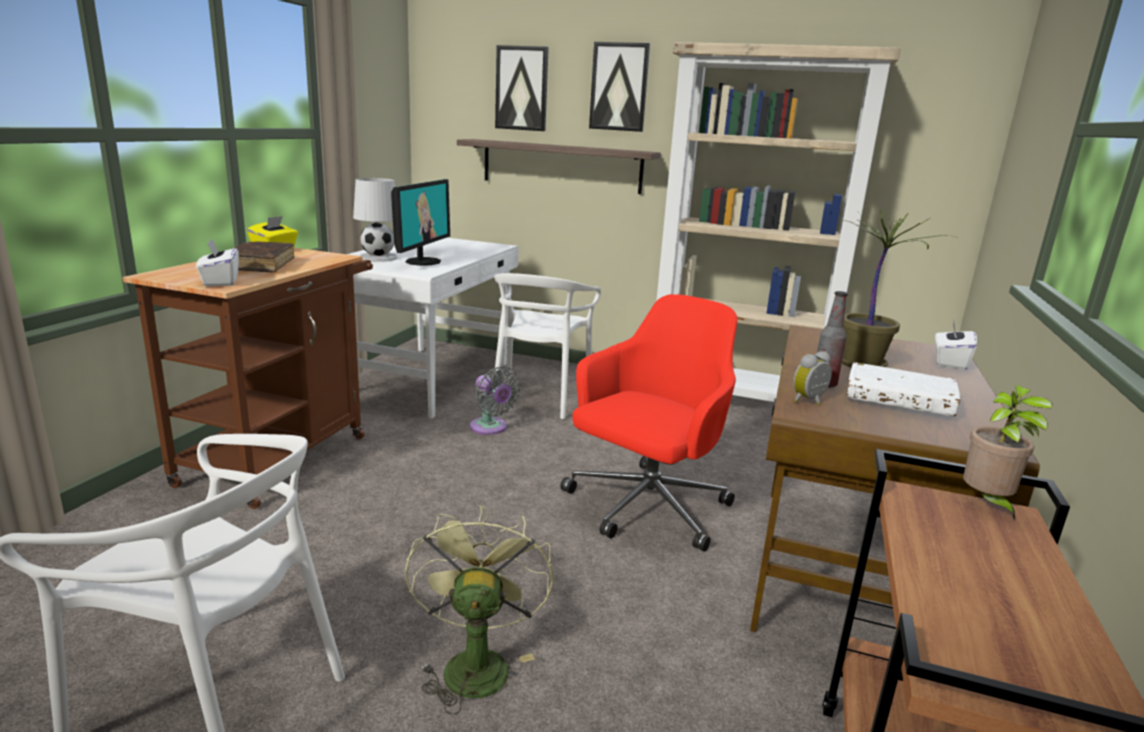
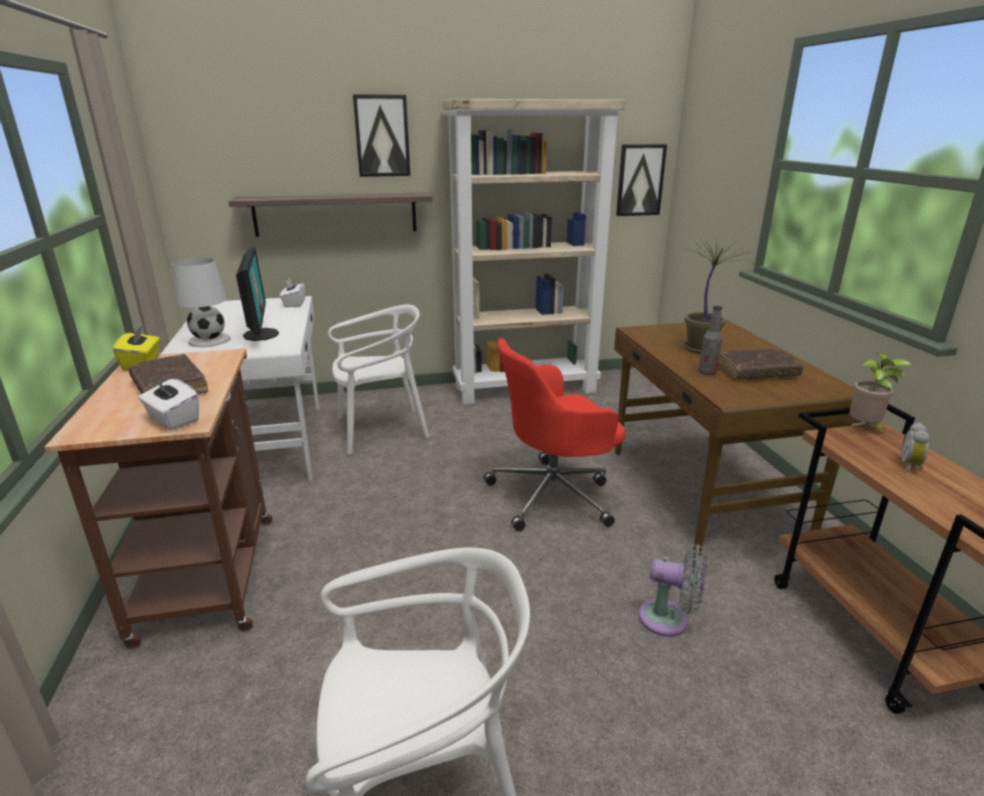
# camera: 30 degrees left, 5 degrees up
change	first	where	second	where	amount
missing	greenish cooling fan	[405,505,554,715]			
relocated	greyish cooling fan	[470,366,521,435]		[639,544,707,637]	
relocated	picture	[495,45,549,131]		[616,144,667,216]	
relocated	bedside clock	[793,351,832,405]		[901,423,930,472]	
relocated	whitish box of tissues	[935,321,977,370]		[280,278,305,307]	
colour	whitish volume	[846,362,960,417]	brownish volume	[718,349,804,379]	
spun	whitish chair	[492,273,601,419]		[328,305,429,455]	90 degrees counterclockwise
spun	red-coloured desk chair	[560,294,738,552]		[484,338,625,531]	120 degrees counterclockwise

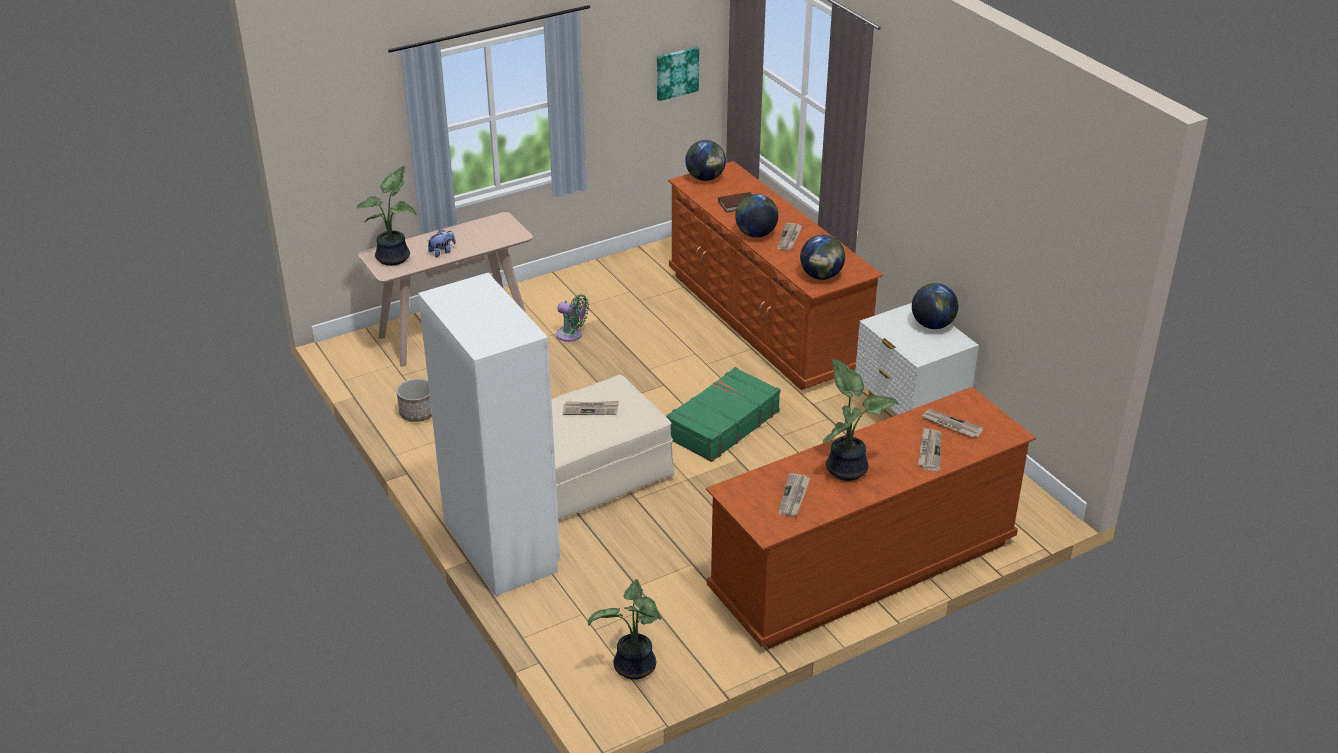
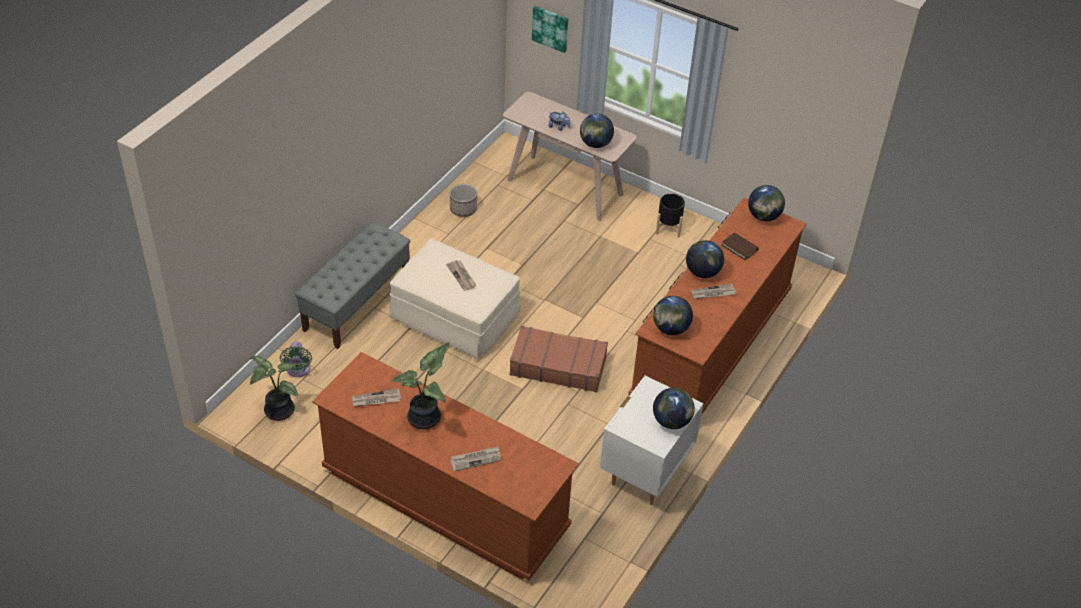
# camera: 60 degrees right, 10 degrees up
change	first	where	second	where	amount
missing	houseplant	[356,166,416,266]			
missing	printed paper	[922,409,984,438]			
appeared			world globe	[580,114,614,148]	
appeared			blackish flower pot	[656,193,685,237]	
relocated	greenish cooling fan	[556,294,589,342]		[280,341,312,377]	
relocated	picture	[657,47,699,101]		[532,6,568,53]	
exchanged	whitish clothes cupboard	[418,273,560,596]	greyish indoor bench	[295,222,410,349]	
colour	greenish piece of luggage	[666,367,781,462]	brownish piece of luggage	[510,326,608,392]	

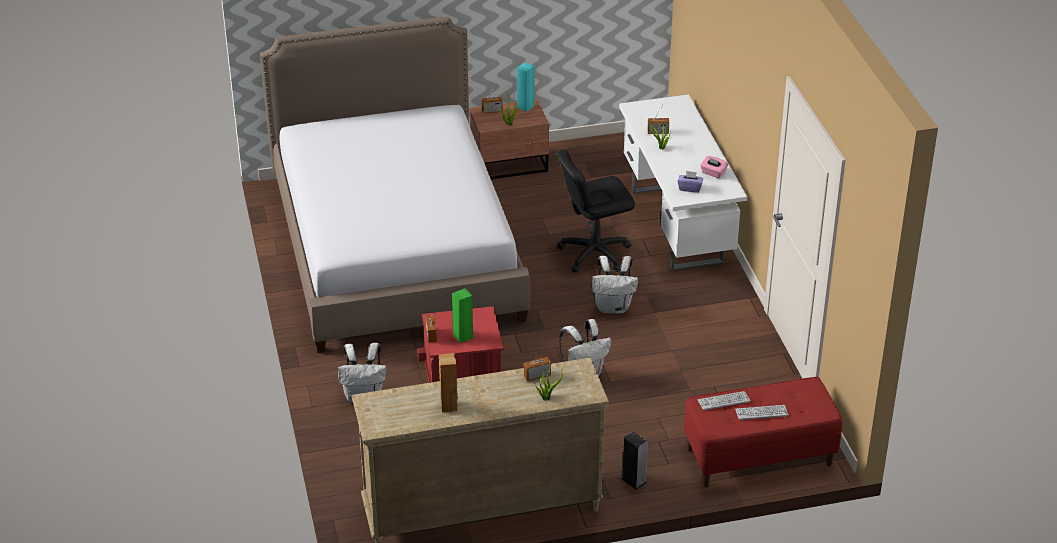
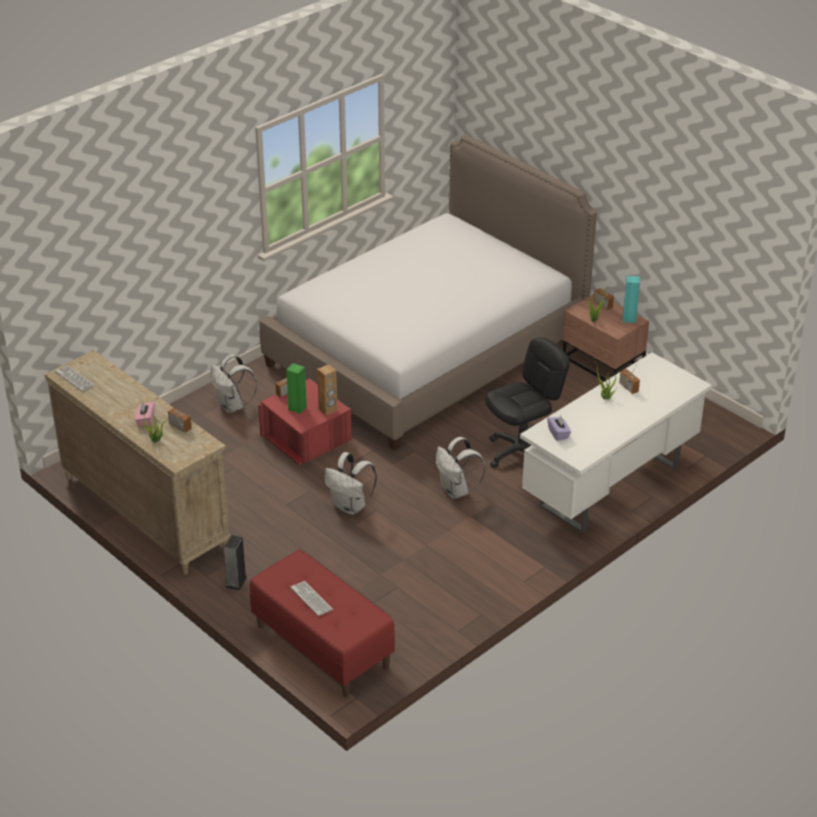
# camera: 60 degrees right, 0 degrees up
change	first	where	second	where	amount
relocated	brownish speaker	[439,353,458,412]		[317,364,337,415]	
relocated	PC keyboard	[697,391,751,410]		[55,366,95,391]	
relocated	pink-coloured box of tissues	[700,156,728,179]		[135,401,155,427]	
spun	blackish desk chair	[557,150,635,273]		[486,337,570,468]	105 degrees clockwise

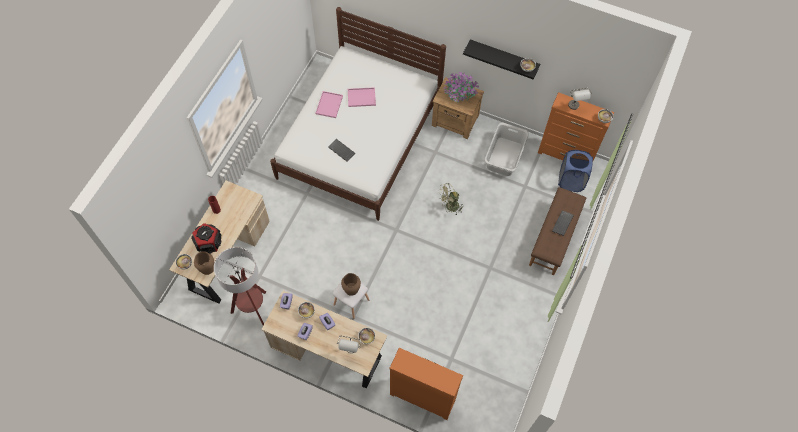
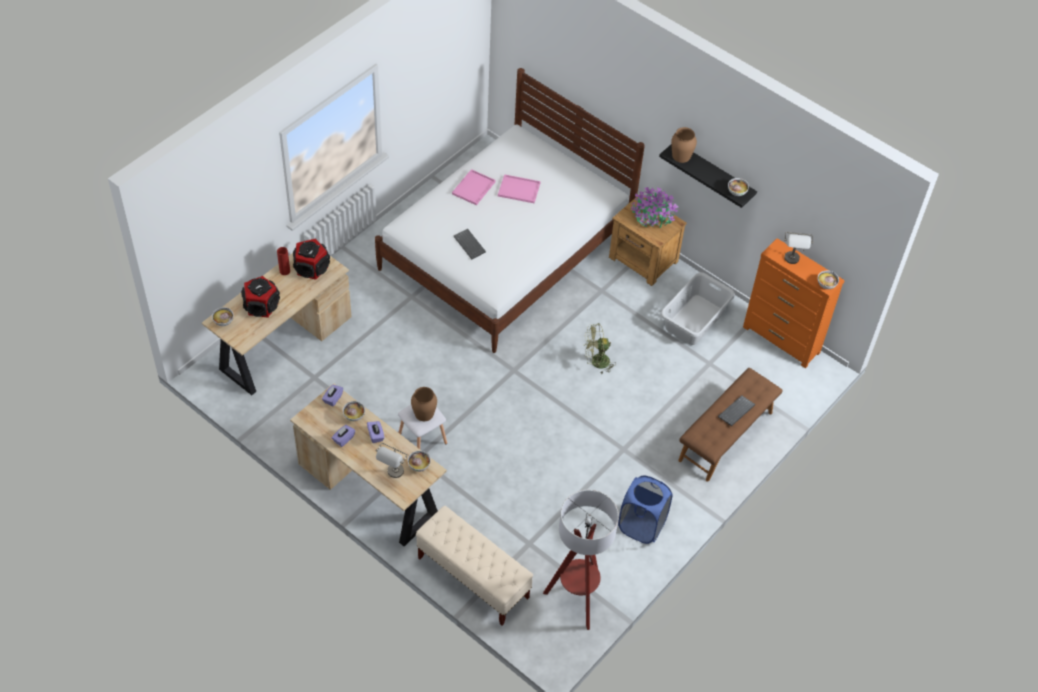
# camera: 15 degrees right, 10 degrees down
change	first	where	second	where	amount
appeared			speaker	[293,238,330,280]	
relocated	brownish flower vase	[194,251,214,275]		[671,127,697,163]	
relocated	floor lamp	[214,247,266,325]		[543,490,619,630]	
relocated	bluish laundry basket	[558,150,593,192]		[618,476,673,544]	
exchanged	orangey dresser	[389,348,463,420]	beige-coloured indoor bench	[416,506,533,625]	

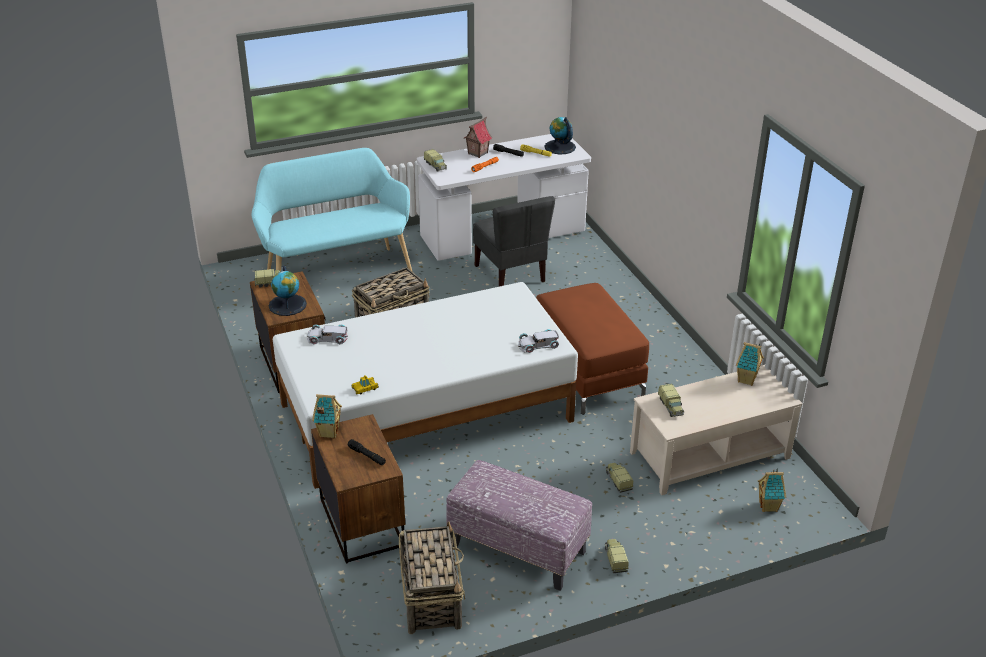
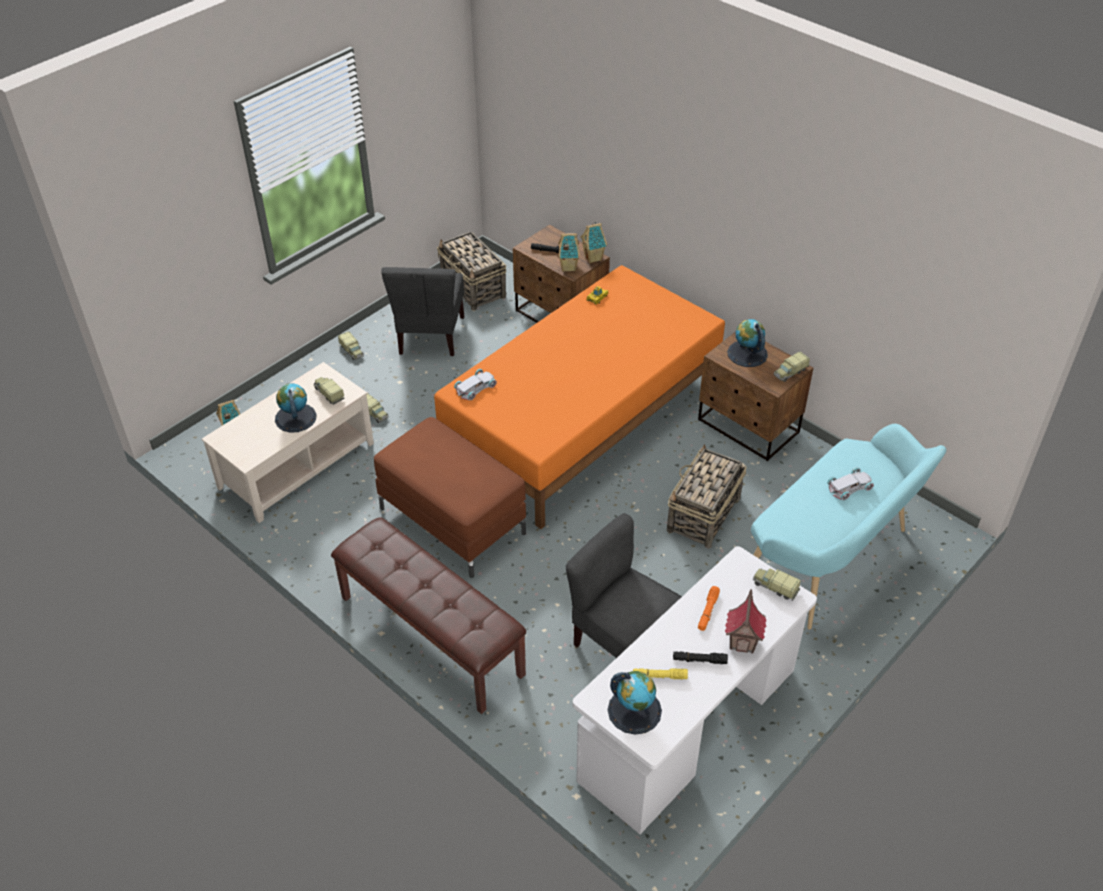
# camera: 155 degrees right, 10 degrees up
change	first	where	second	where	amount
appeared			world globe	[275,383,317,433]	
appeared			brownish indoor bench	[331,517,526,714]	
relocated	whitish miniature car	[307,324,348,344]		[827,467,874,500]	
relocated	toy house	[736,342,764,386]		[558,233,580,272]	
exchanged	footrest	[446,460,592,591]	greyish chair	[381,267,464,356]	
colour	whitish bed	[273,282,578,489]	orangey bed	[434,265,725,529]	

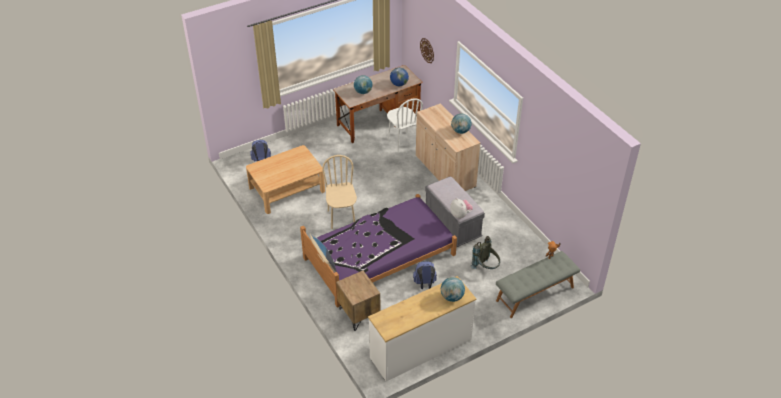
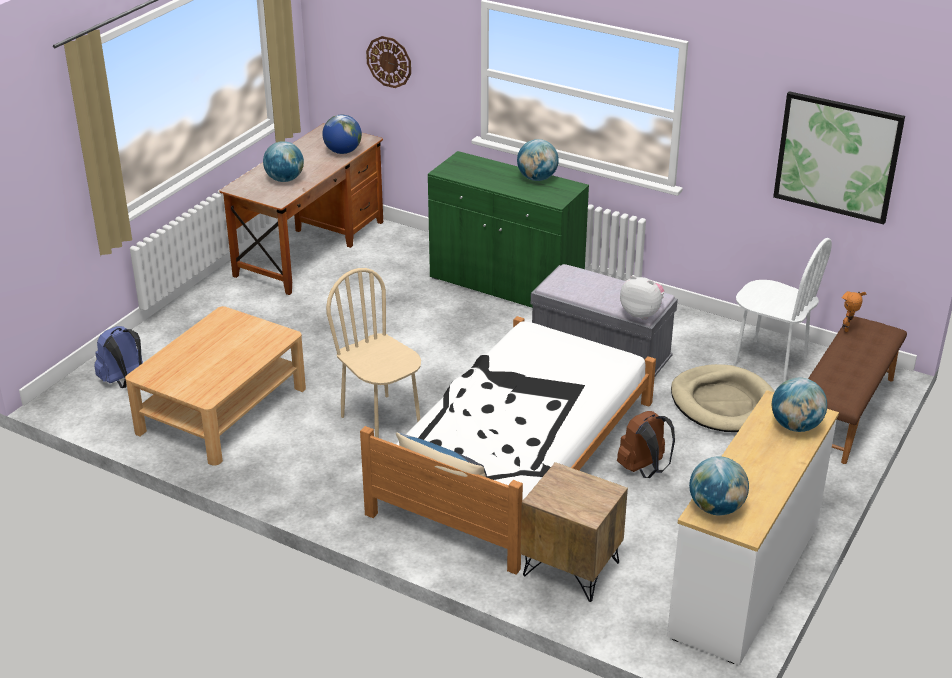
# camera: 30 degrees left, 10 degrees down
change	first	where	second	where	amount
appeared			world globe	[689,456,749,515]	
appeared			picture	[773,91,905,225]	
relocated	whitish chair	[387,98,423,152]		[734,238,832,382]	
exchanged	greyish rucksack	[471,236,500,269]	beige-coloured pet bed	[671,364,775,432]	
colour	purple bed	[300,194,457,308]	whitish bed	[360,316,656,575]	
colour	bluish rucksack	[413,261,437,289]	brownish rucksack	[617,411,675,478]	
colour	beige-coloured cabinet	[416,103,481,191]	greenish cabinet	[428,151,589,307]	
colour	greyish indoor bench	[496,251,580,318]	brownish indoor bench	[808,316,907,464]	

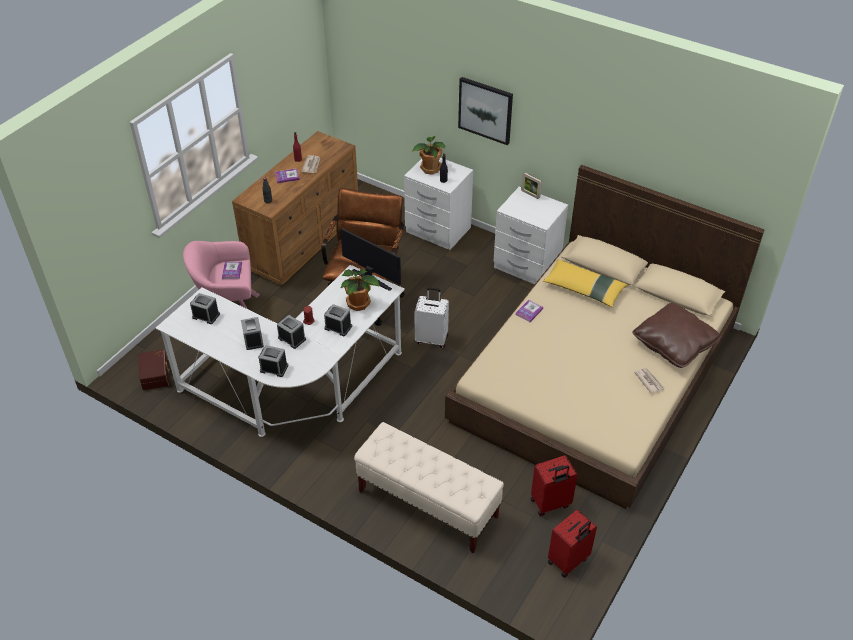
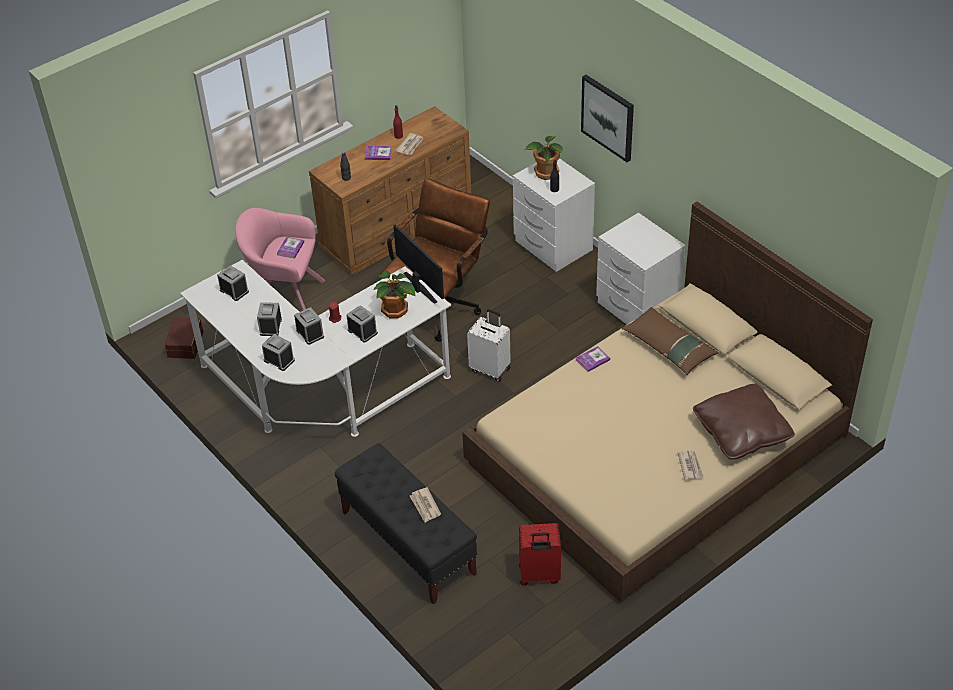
# camera: 20 degrees right, 0 degrees up
change	first	where	second	where	amount
missing	standing frame	[521,173,542,199]			
missing	red-coloured piece of luggage	[548,510,597,578]			
appeared			printed paper	[410,487,441,522]	
colour	beige-coloured indoor bench	[354,422,504,553]	blackish indoor bench	[335,443,477,604]	
colour	yellow cushion	[543,259,628,307]	brownish cushion	[622,307,719,375]	

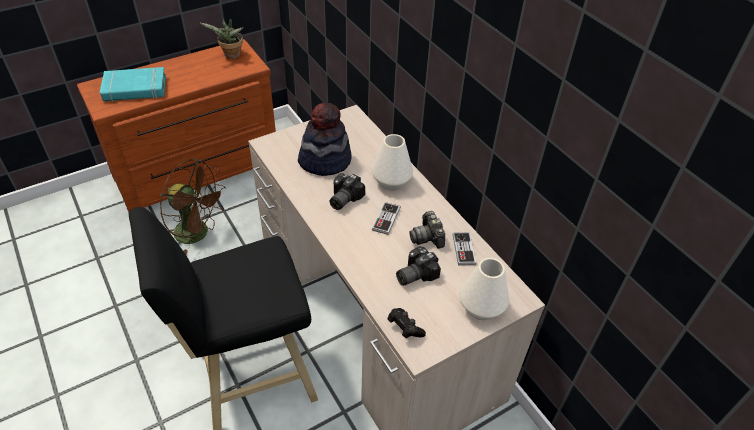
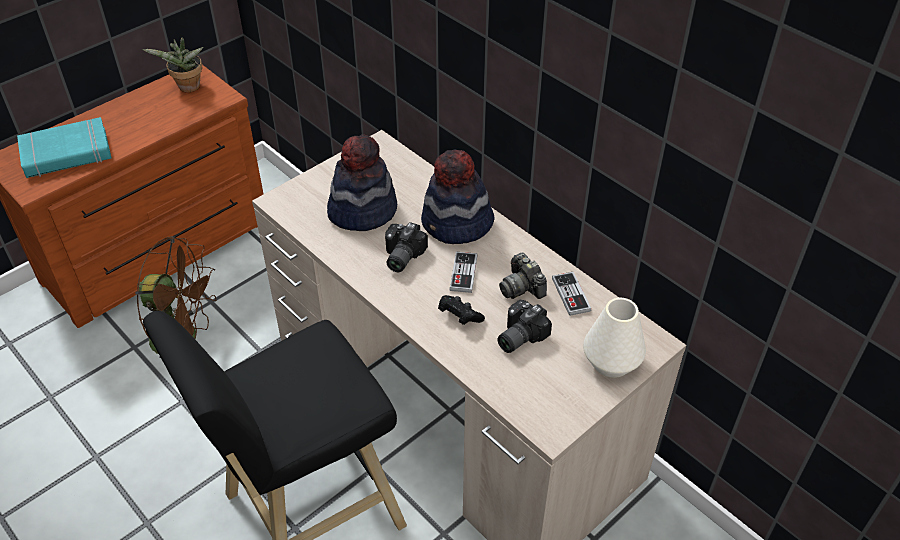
# camera: 10 degrees left, 0 degrees up
change	first	where	second	where	amount
relocated	blackish game controller	[387,308,426,338]		[438,295,485,325]	
exchanged	whitish flower vase	[372,134,413,191]	hat	[421,149,495,244]	

